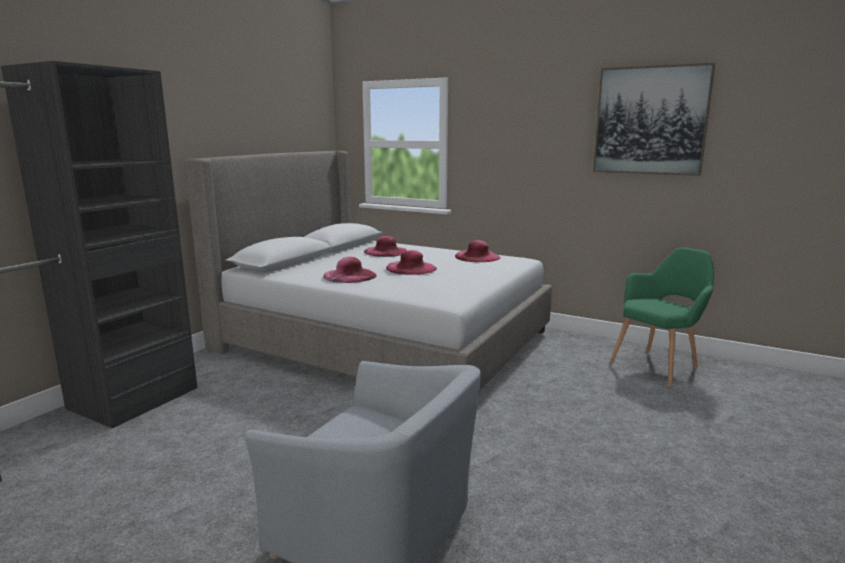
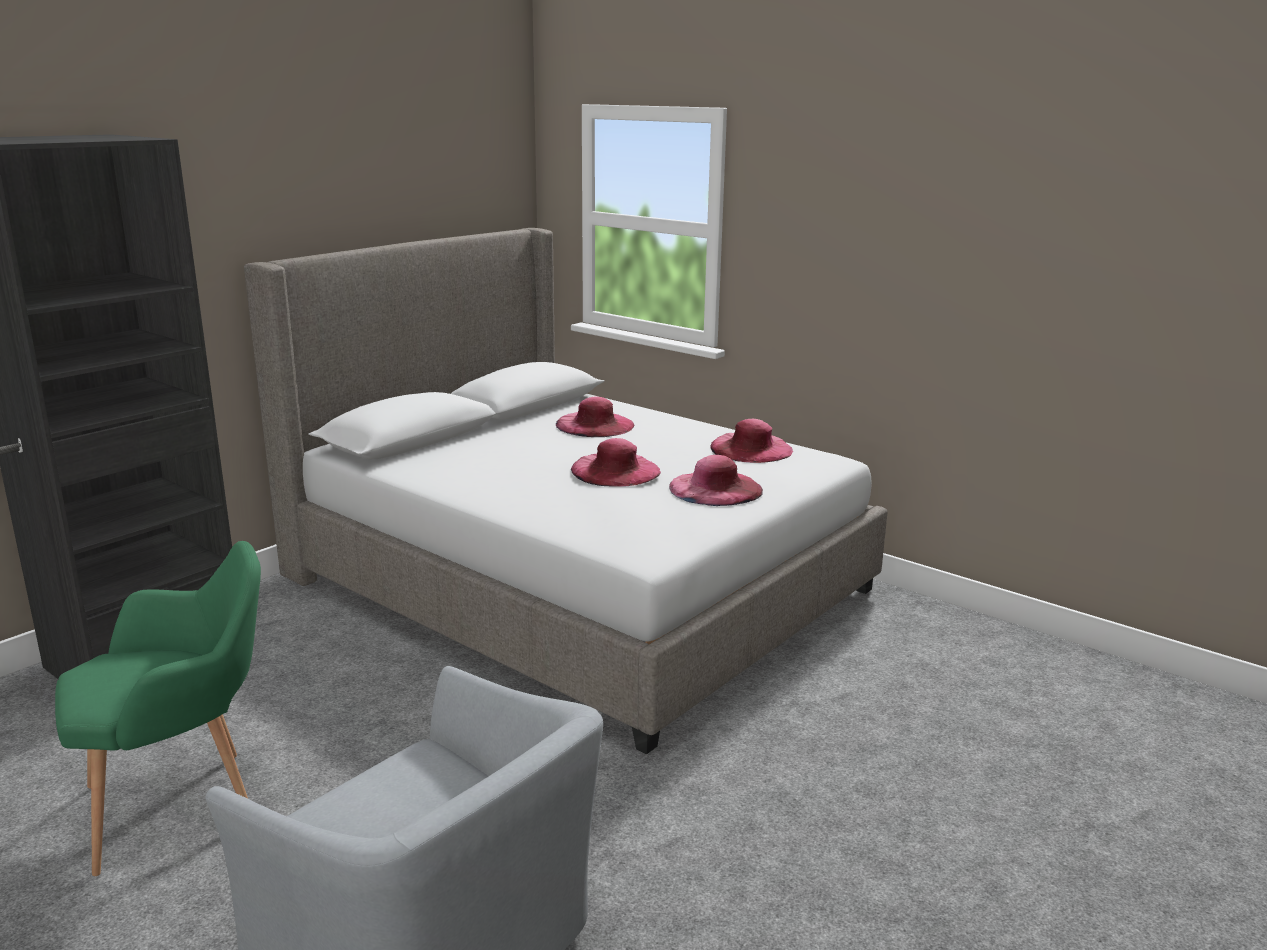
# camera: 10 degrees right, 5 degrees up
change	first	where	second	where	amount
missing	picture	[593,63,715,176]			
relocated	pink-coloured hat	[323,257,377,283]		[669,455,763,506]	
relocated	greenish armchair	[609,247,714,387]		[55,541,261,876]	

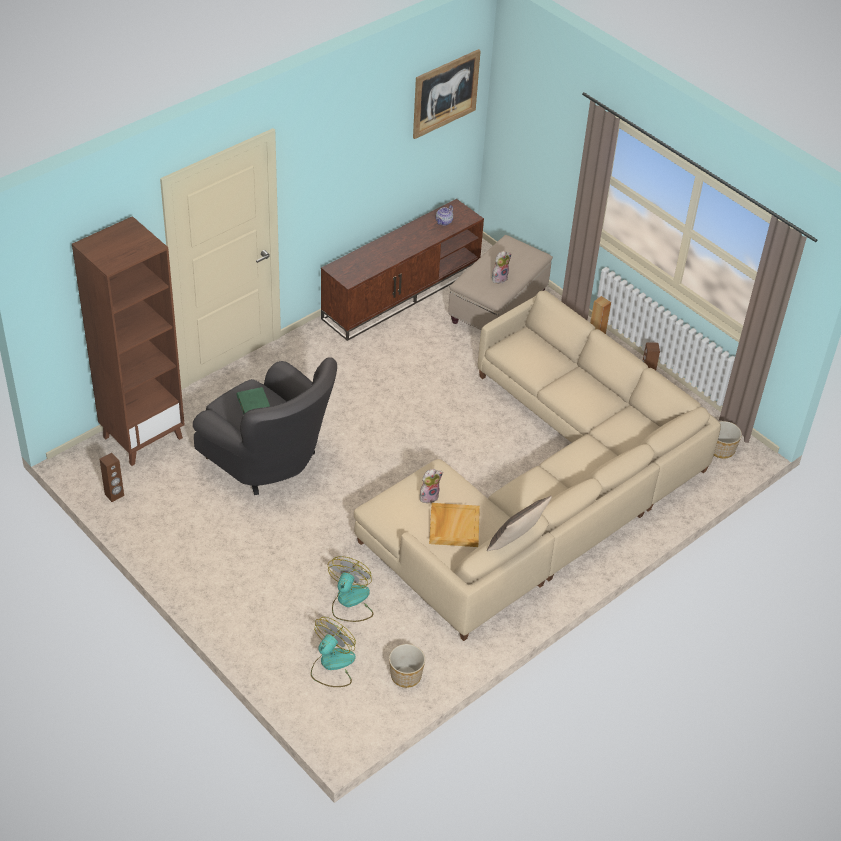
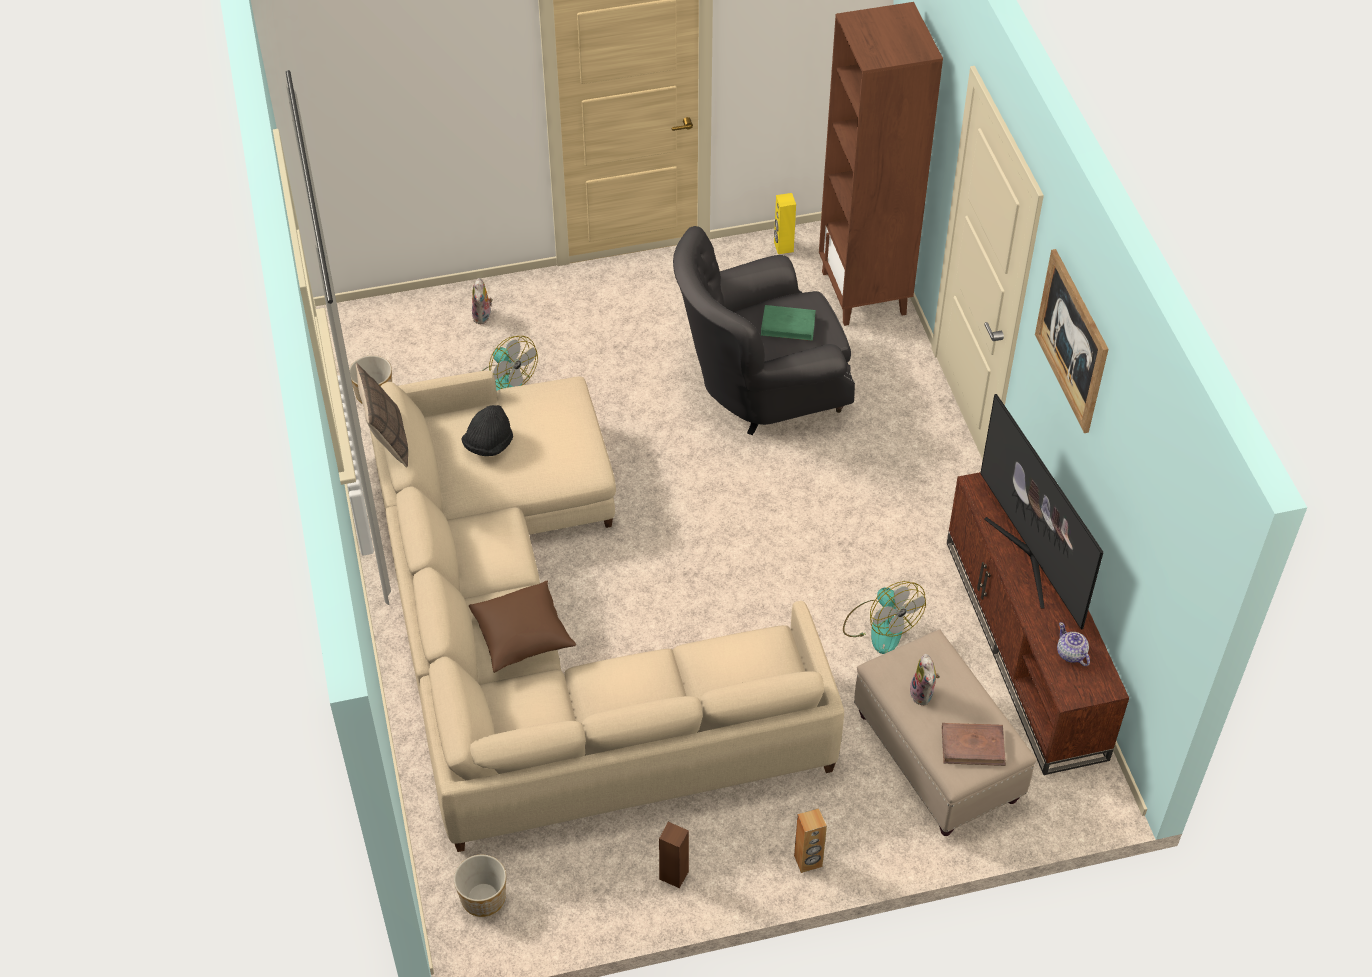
# camera: 120 degrees right, 5 degrees up
change	first	where	second	where	amount
appeared			brownish cushion	[469,580,576,673]	
appeared			brownish volume	[942,723,1006,766]	
appeared			TV set	[980,394,1104,630]	
relocated	cooling fan	[311,617,356,687]		[843,581,926,654]	
relocated	picture	[413,49,481,139]		[1035,249,1108,433]	
relocated	plush toy	[420,469,443,503]		[472,278,493,325]	
exchanged	beige-coloured serving tray	[429,503,480,547]	blackish hat	[461,405,513,456]	
colour	brownish speaker	[100,453,124,502]	yellow speaker	[774,193,796,254]	

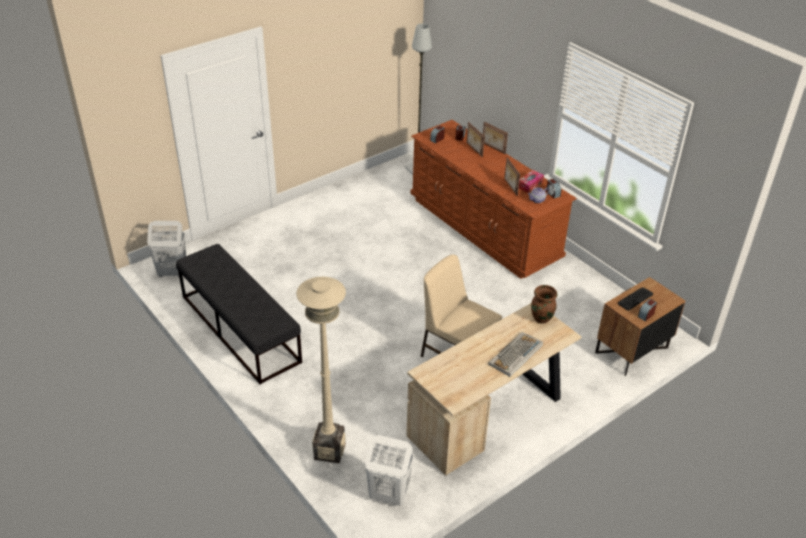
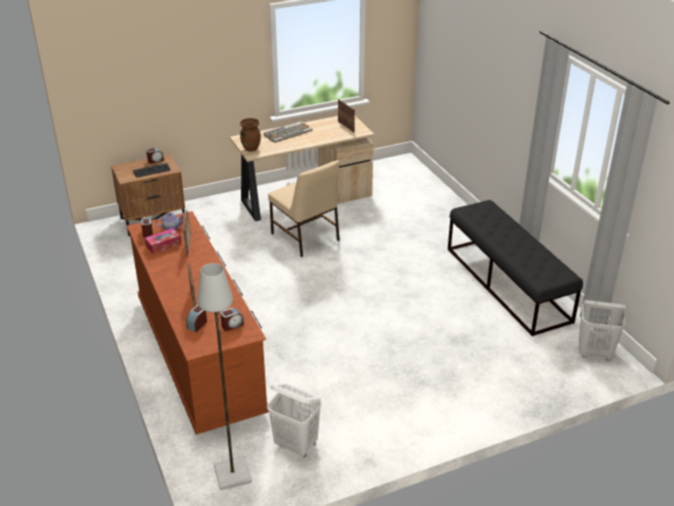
# camera: 165 degrees left, 5 degrees down
change	first	where	second	where	amount
missing	beige-coloured floor lamp	[296,277,346,463]			
relocated	whitish laundry basket	[365,435,414,506]		[267,383,321,457]	
relocated	standing frame	[483,122,508,154]		[338,99,355,133]	

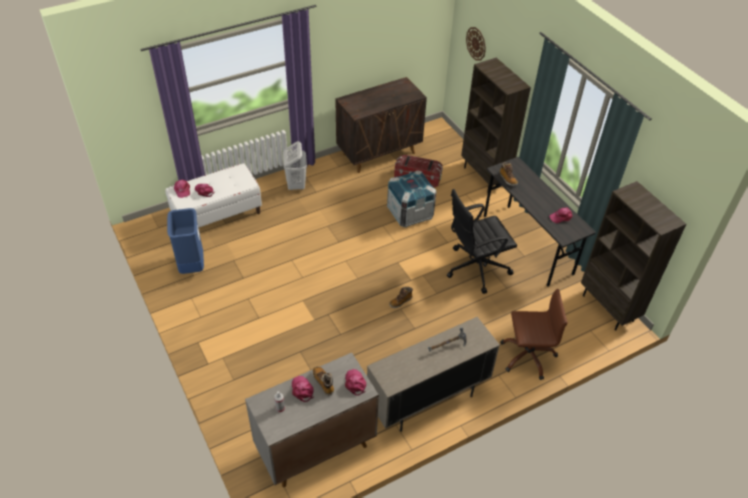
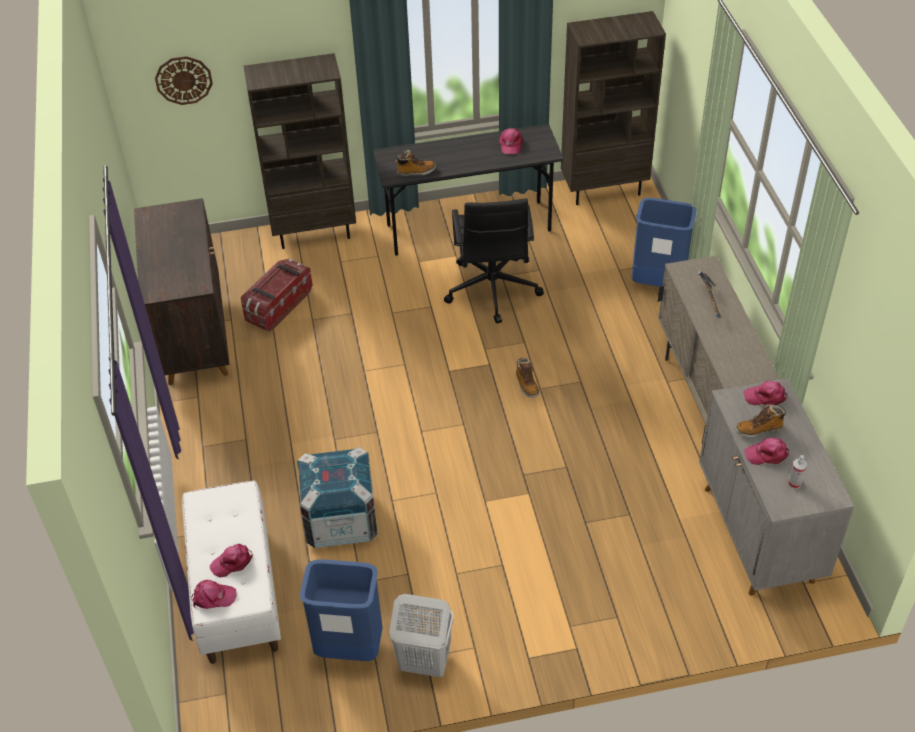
# camera: 70 degrees left, 0 degrees up
change	first	where	second	where	amount
relocated	whitish laundry basket	[283,141,307,191]		[389,594,454,677]	
relocated	crate	[387,170,436,227]		[297,447,378,549]	
exchanged	brownish desk chair	[500,289,568,380]	bluish rubbish bin	[632,198,697,287]	

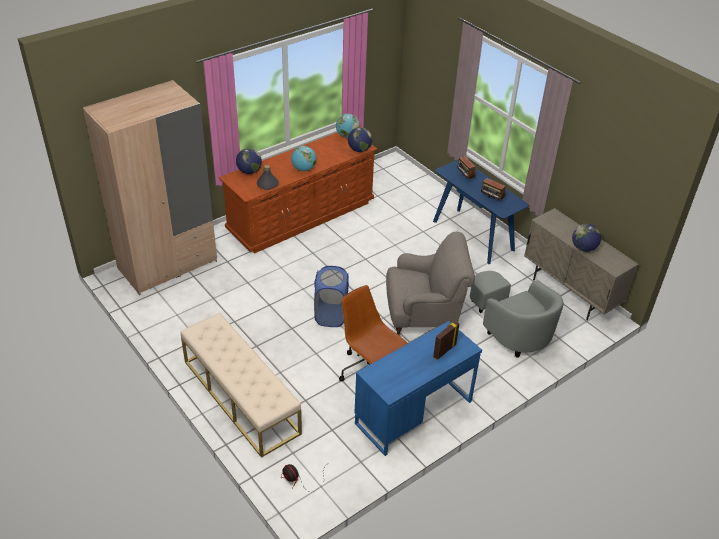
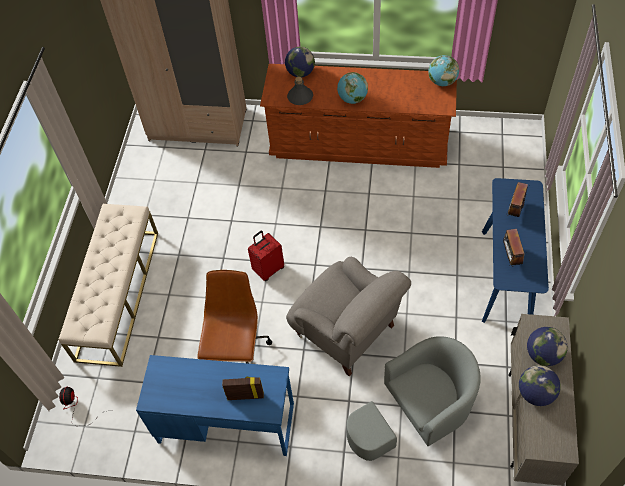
# camera: 50 degrees right, 15 degrees up
change	first	where	second	where	amount
relocated	world globe	[348,127,372,152]		[527,327,568,366]	
exchanged	bluish laundry basket	[314,266,349,327]	red-coloured piece of luggage	[248,231,284,281]	
spun	greyish armchair	[470,271,564,358]		[346,336,481,461]	135 degrees counterclockwise

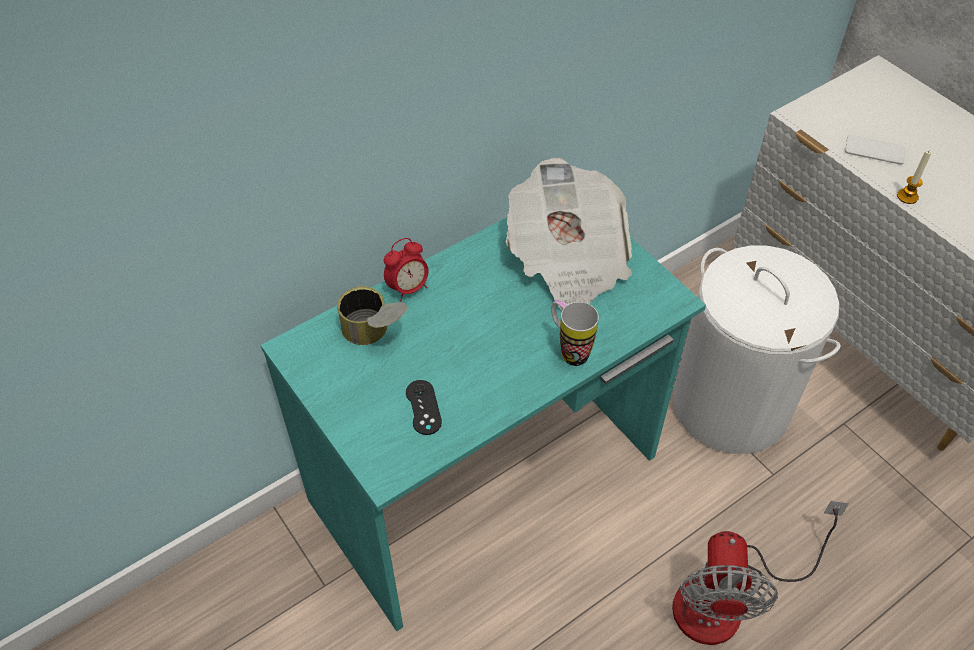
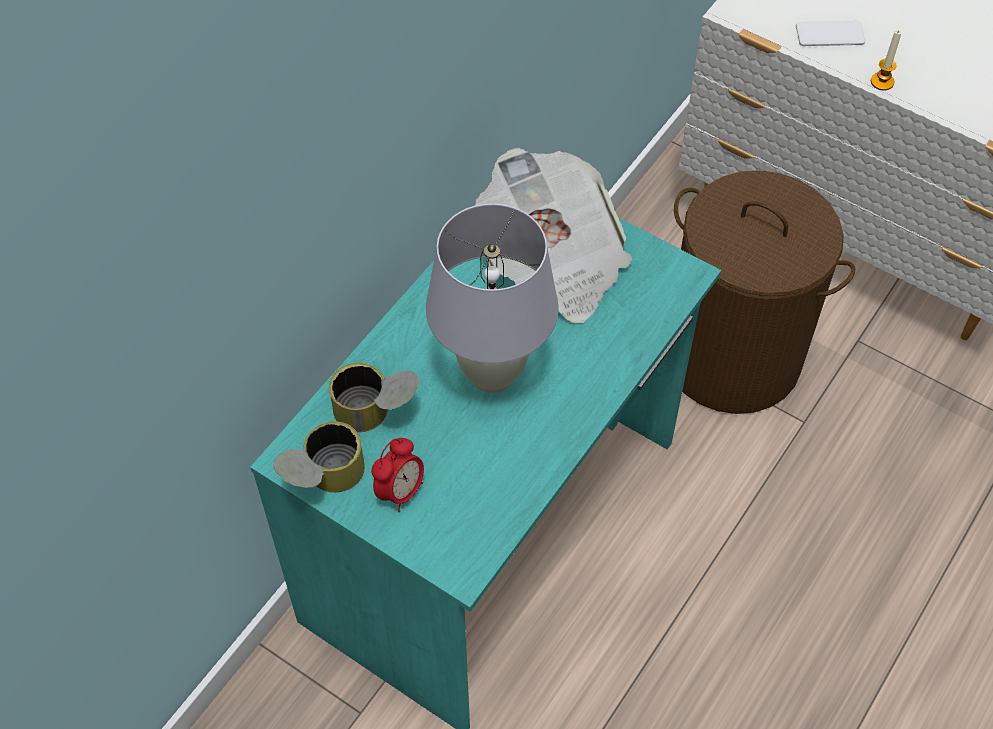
# camera: 20 degrees left, 5 degrees up
change	first	where	second	where	amount
missing	blackish game controller	[406,380,442,435]			
missing	coffee mug	[551,300,599,366]			
missing	cooling fan	[672,501,849,645]			
appeared			metal can	[273,421,365,493]	
appeared			whitish lamp for a table	[426,203,559,393]	
relocated	bedside clock	[384,238,429,301]		[371,438,424,512]	
colour	whitish laundry basket	[673,246,841,454]	brownish laundry basket	[674,170,855,414]	

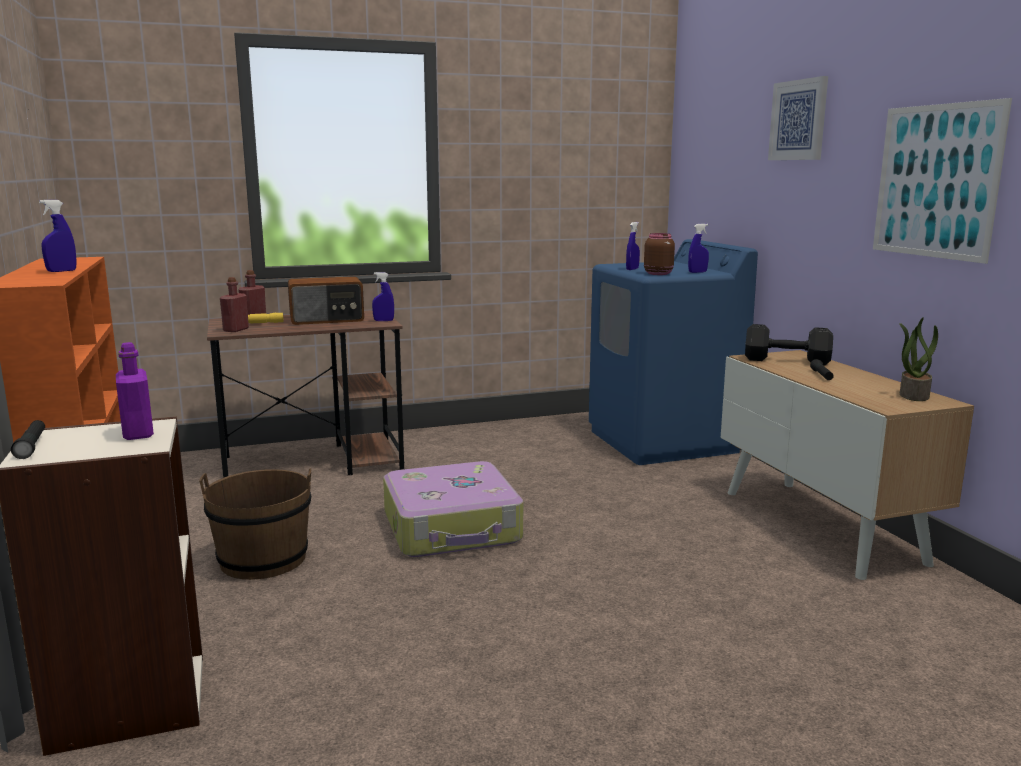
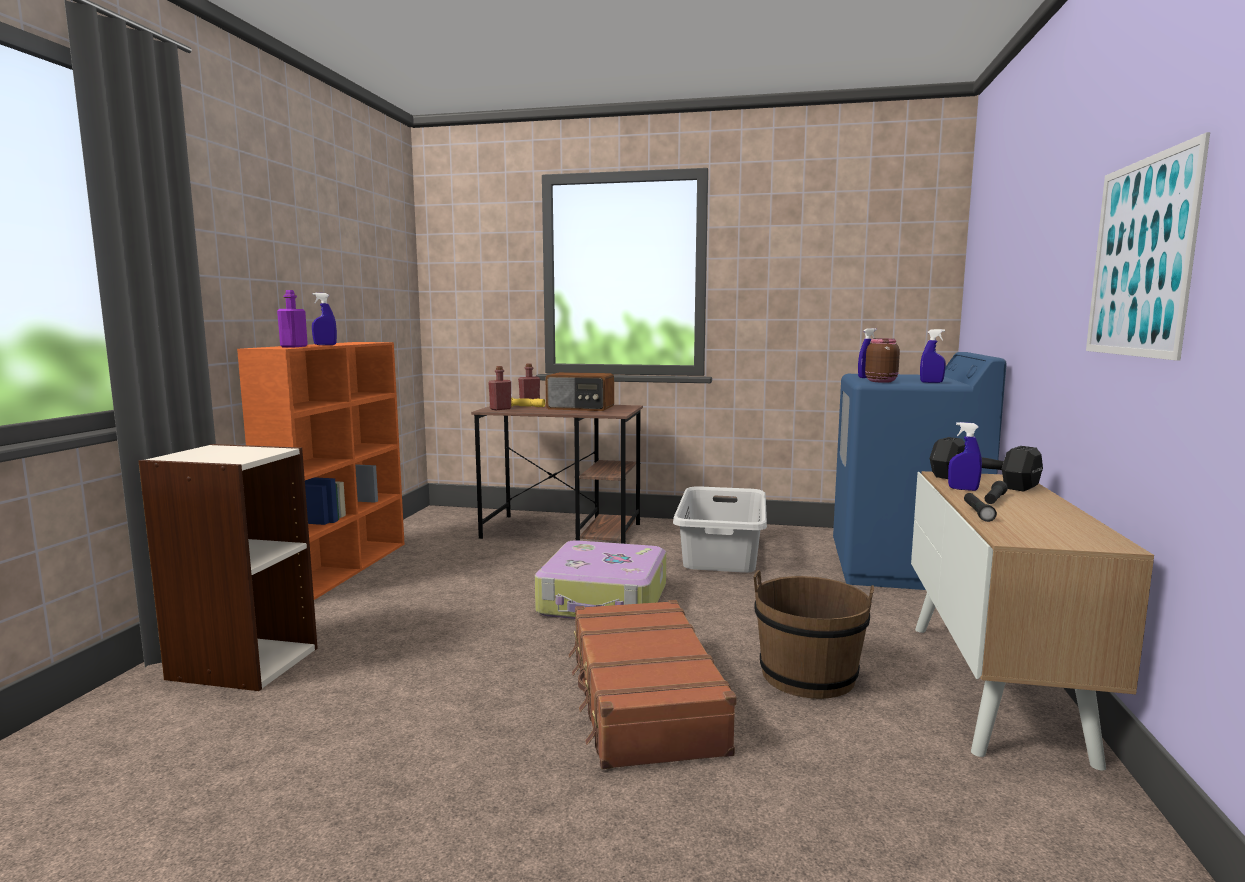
# camera: 30 degrees right, 5 degrees down
change	first	where	second	where	amount
missing	picture	[768,76,828,160]			
missing	houseplant	[899,317,938,401]			
appeared			brownish piece of luggage	[568,600,737,769]	
appeared			greyish laundry basket	[673,486,767,573]	
relocated	blackish hand torch	[11,420,45,459]		[964,493,997,522]	
relocated	purple bottle	[116,342,154,440]		[277,290,308,347]	
relocated	brownish pail	[199,468,311,580]		[754,570,874,699]	
relocated	bluish spray bottle	[372,272,394,321]		[948,422,982,491]	

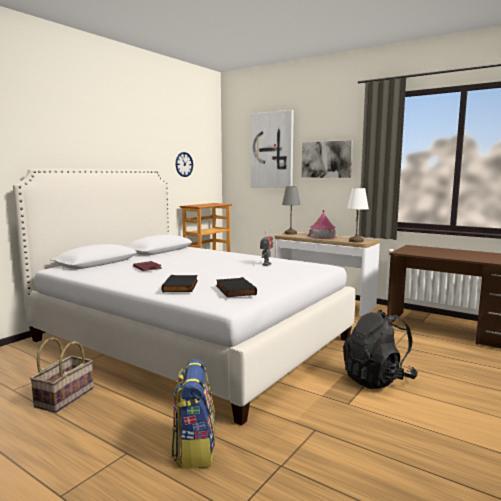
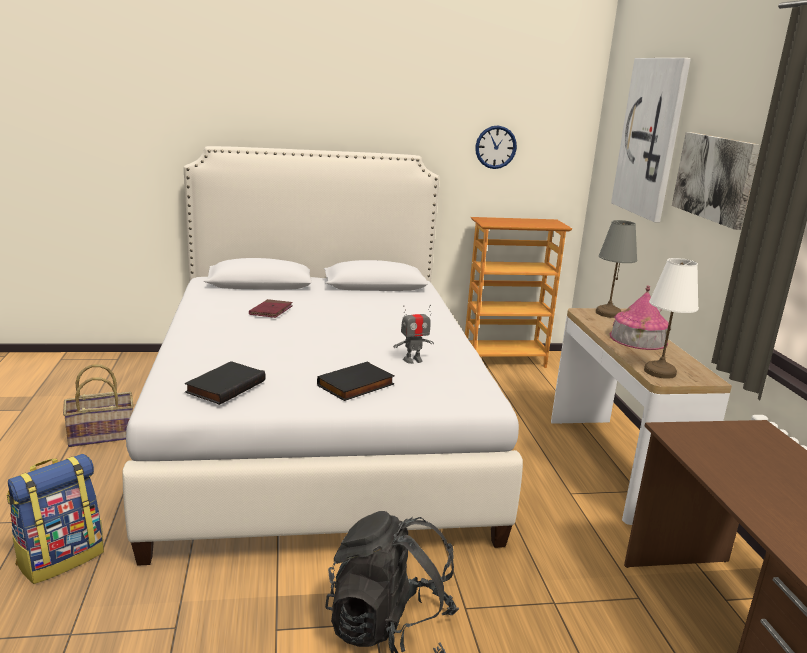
# camera: 45 degrees right, 10 degrees up
change	first	where	second	where	amount
relocated	blackish volume	[162,275,198,292]		[317,361,395,401]	

